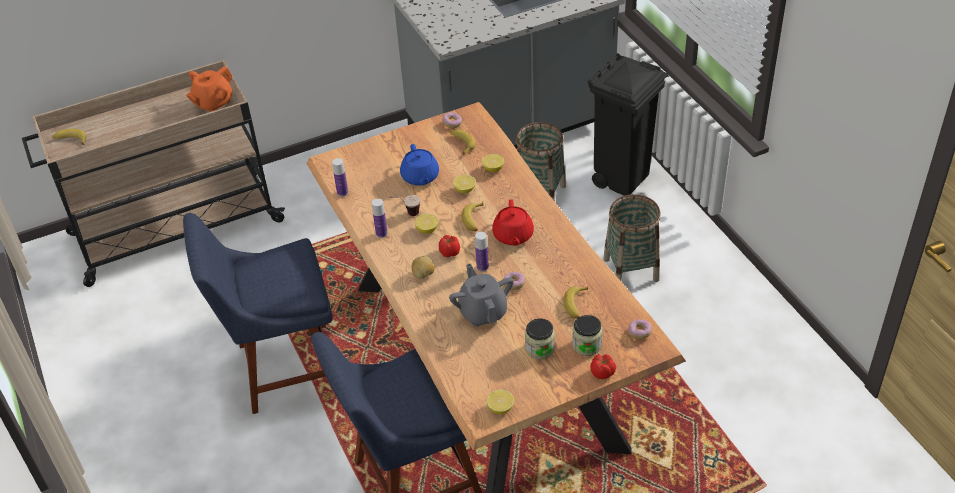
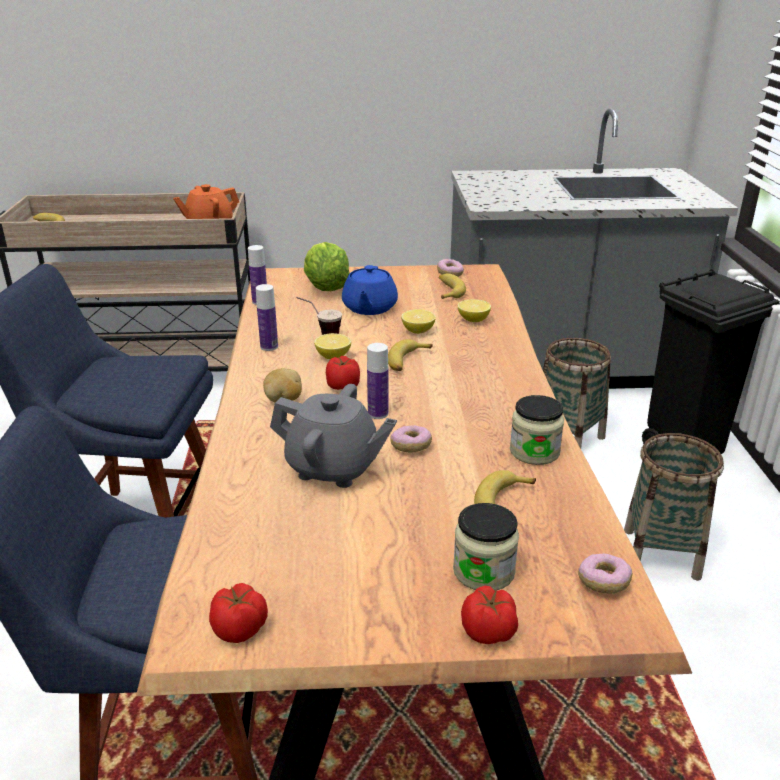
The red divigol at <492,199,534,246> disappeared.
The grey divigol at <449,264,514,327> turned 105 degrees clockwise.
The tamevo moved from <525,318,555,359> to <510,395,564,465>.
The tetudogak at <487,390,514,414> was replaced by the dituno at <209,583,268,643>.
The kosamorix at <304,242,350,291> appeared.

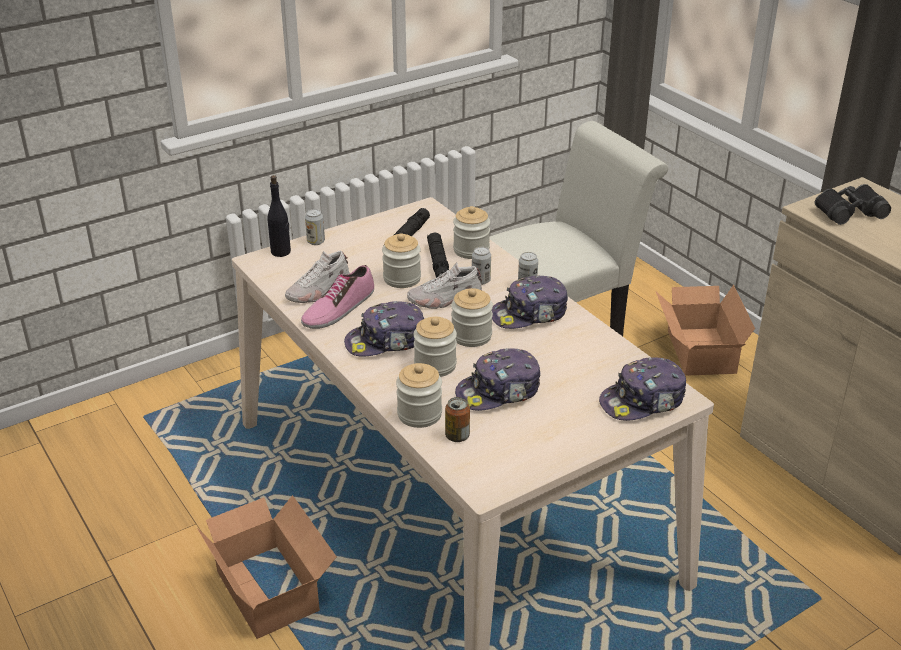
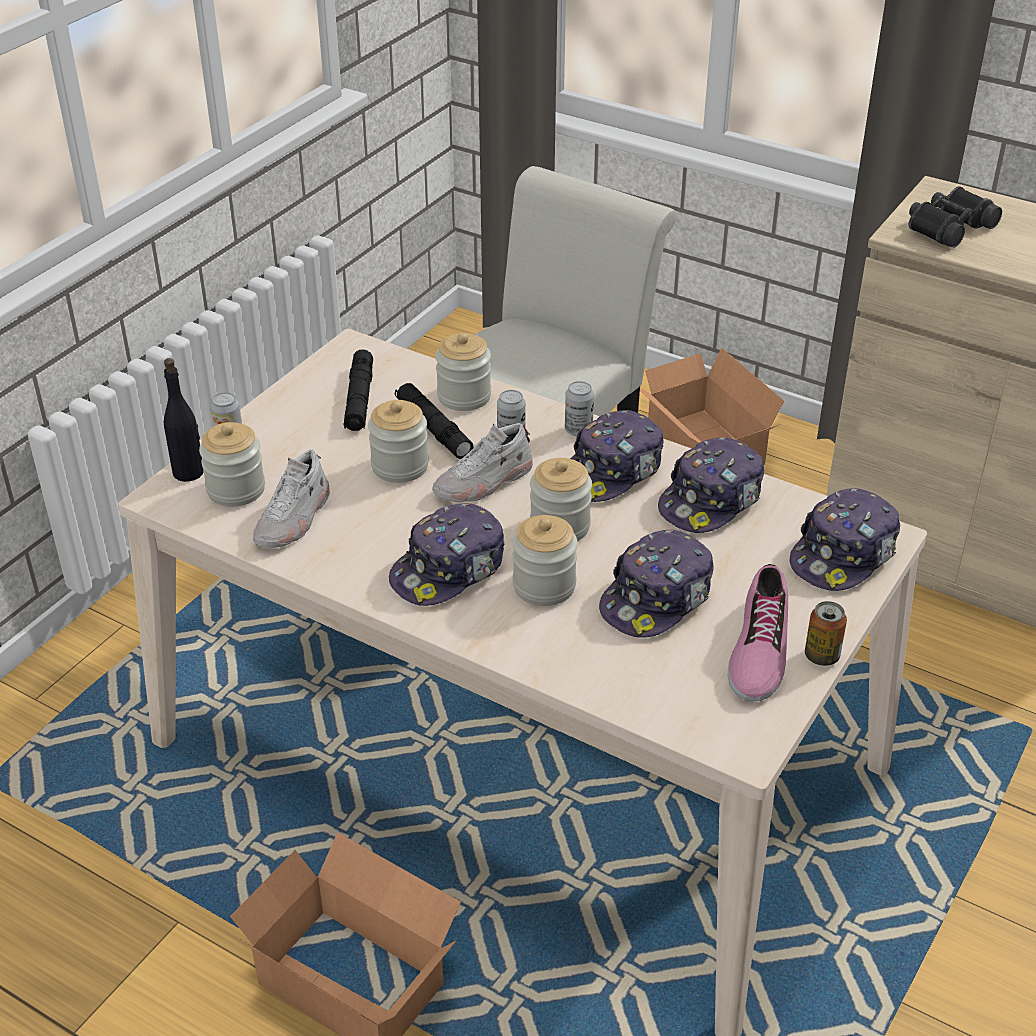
The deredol moved from <301,265,374,329> to <727,564,788,701>.
The tamevo moved from <396,363,442,428> to <199,422,265,507>.
The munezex moved from <445,397,470,442> to <805,601,847,666>.
The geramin at <658,437,764,533> appeared.

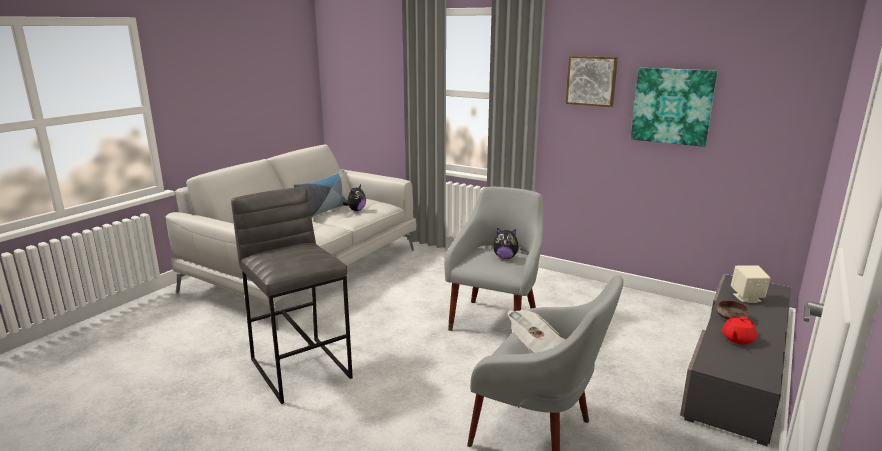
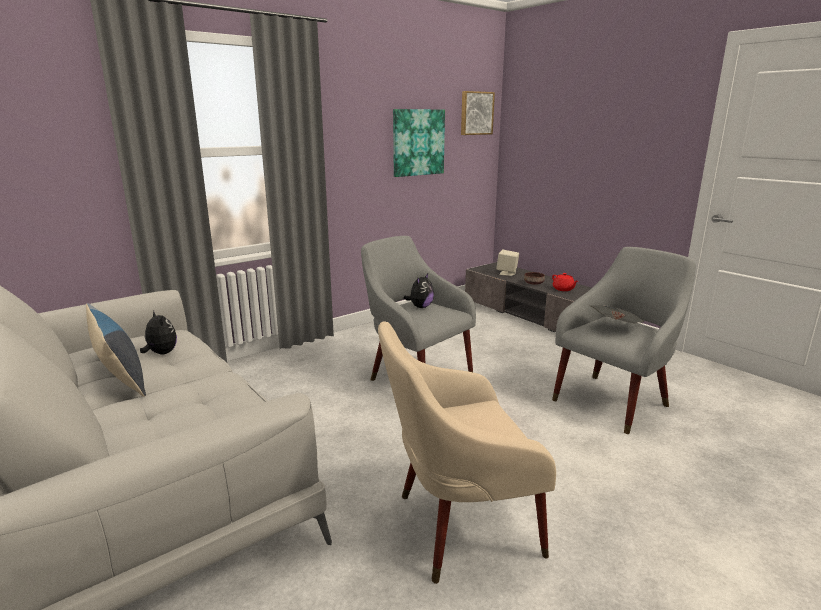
The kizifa moved from <566,56,618,107> to <461,91,495,135>.
The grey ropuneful at <231,187,353,404> was replaced by the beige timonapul at <378,321,556,584>.

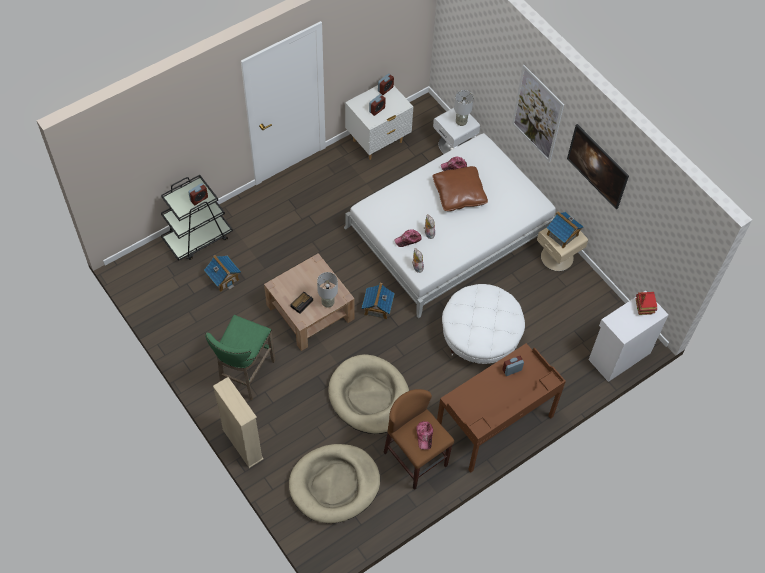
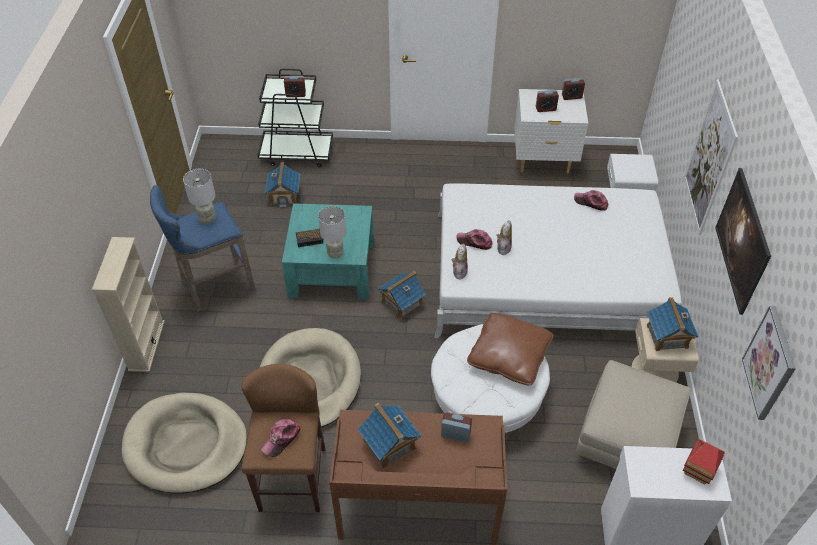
The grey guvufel moved from <454,90,474,126> to <183,169,216,224>.
The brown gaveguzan moved from <432,166,488,211> to <467,313,553,385>.
The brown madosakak at <264,253,355,351> became the turquoise madosakak at <282,203,374,300>.
The green ropuneful at <205,315,276,400> became the blue ropuneful at <150,185,256,312>.
The kizifa at <742,306,796,420> appeared.
The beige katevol at <576,360,691,469> appeared.
The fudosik at <358,403,421,469> appeared.

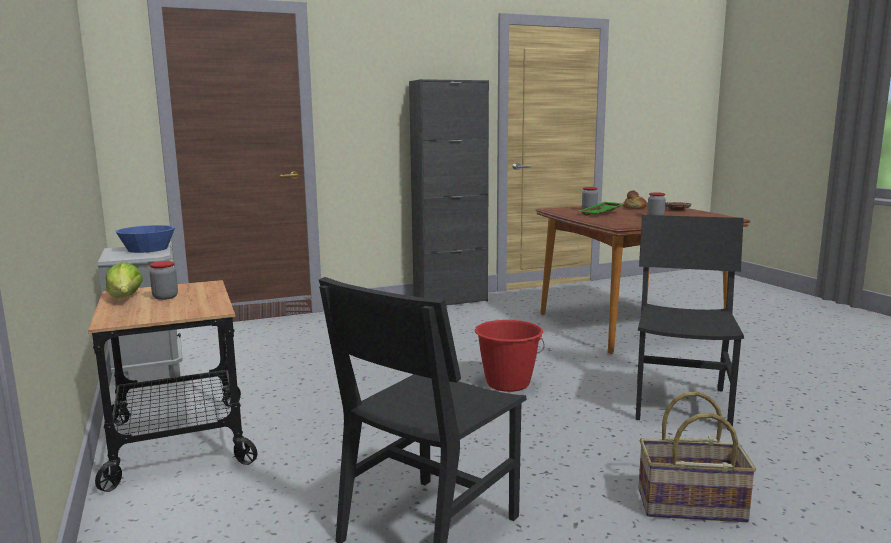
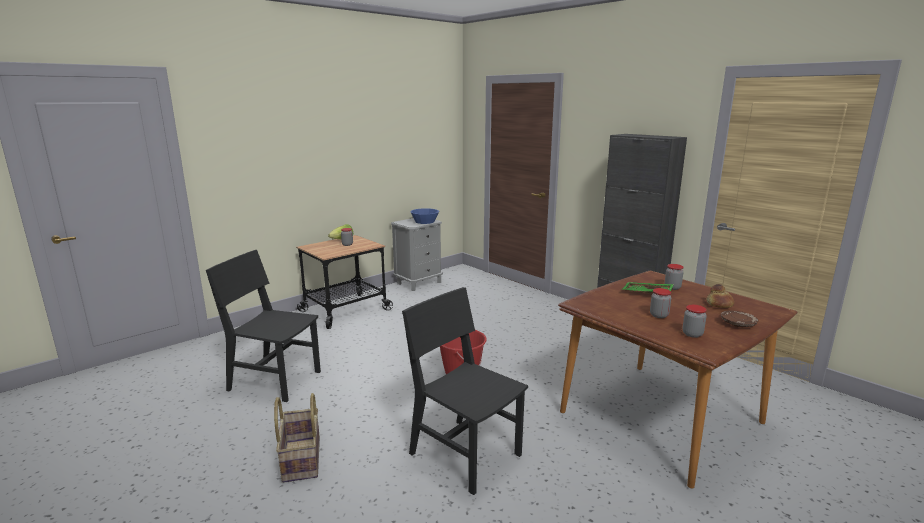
The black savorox at <636,215,744,430> turned 135 degrees counterclockwise.
The tamevo at <682,305,707,338> appeared.

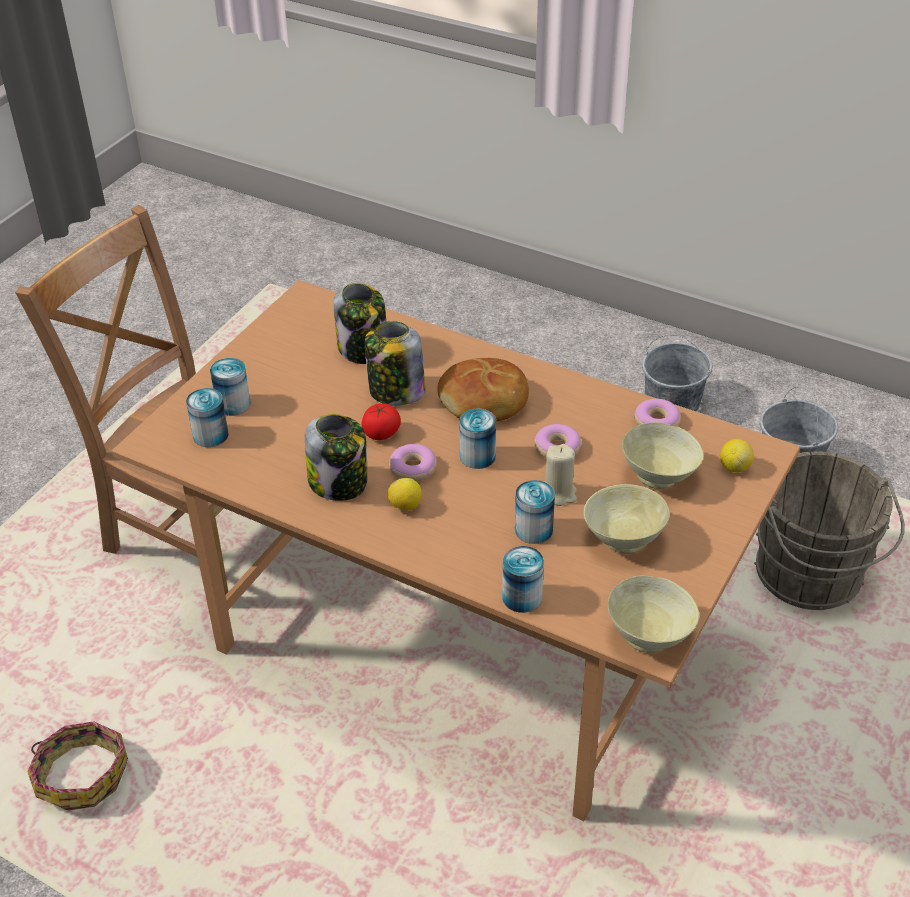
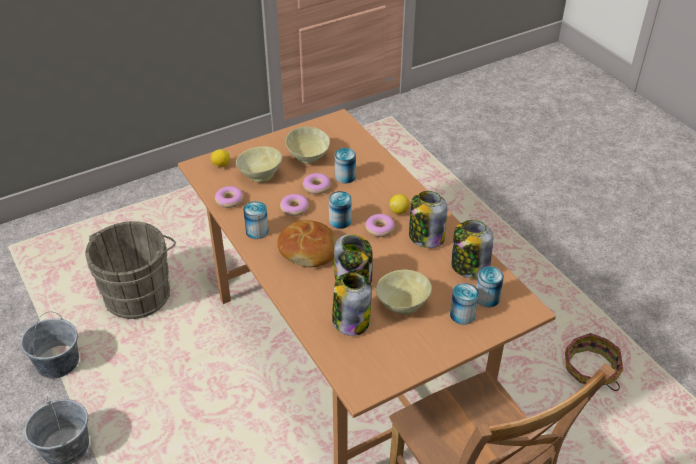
The dituno at <361,403,401,440> disappeared.
The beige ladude at <545,444,577,506> was replaced by the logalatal at <303,173,331,194>.
The munezex moved from <502,546,544,613> to <243,201,269,239>.
The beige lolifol moved from <607,575,699,653> to <376,270,432,315>.
The tamevo at <451,220,493,278> appeared.

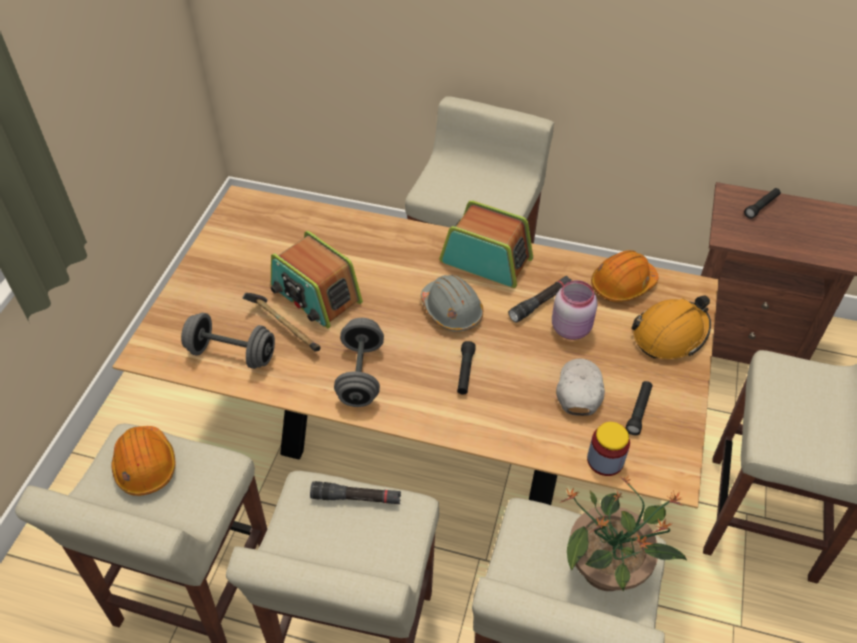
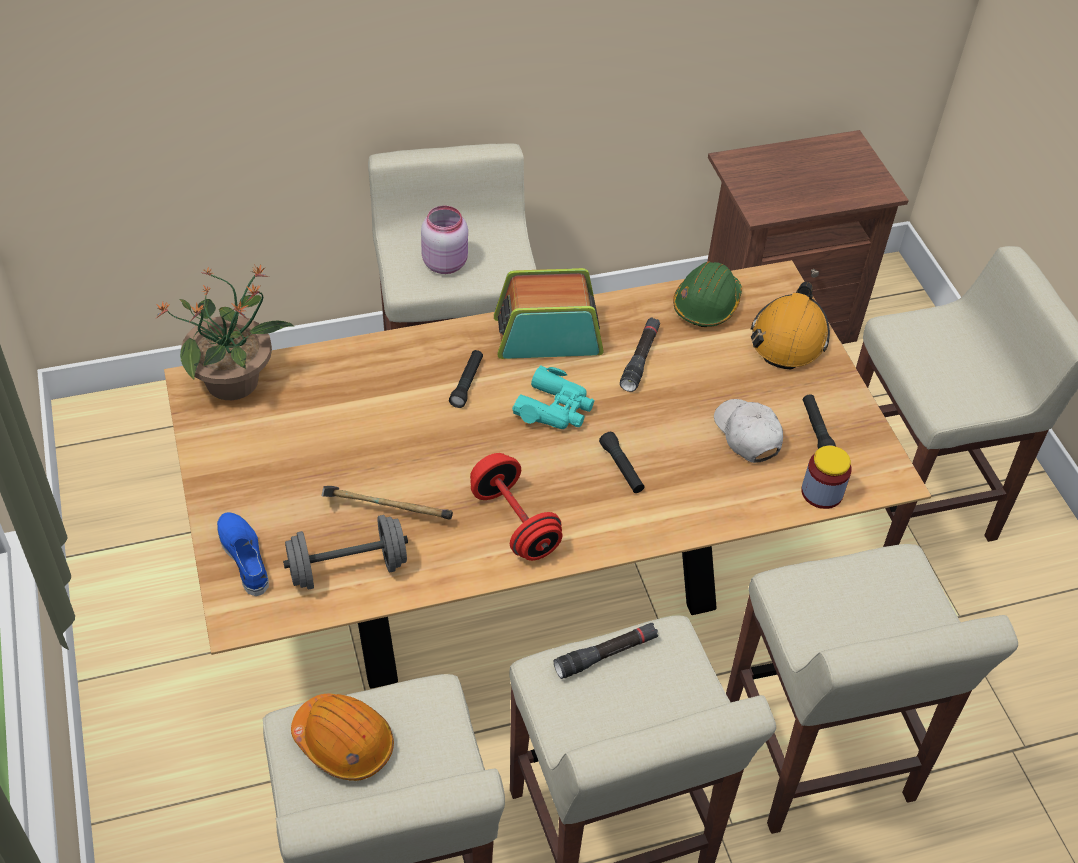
The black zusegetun moved from <744,188,781,219> to <449,350,483,408>.
The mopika at <271,231,363,328> disappeared.
The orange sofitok at <591,250,658,302> became the green sofitok at <673,262,742,327>.
The grey sofitok at <421,275,483,332> was replaced by the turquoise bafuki at <512,365,594,429>.
The pink tamevo moved from <552,280,598,340> to <421,206,468,274>.
The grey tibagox at <334,318,384,407> became the red tibagox at <470,453,562,561>.
The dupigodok moved from <560,476,687,591> to <155,263,295,400>.
The blue deredol at <217,512,269,596> appeared.

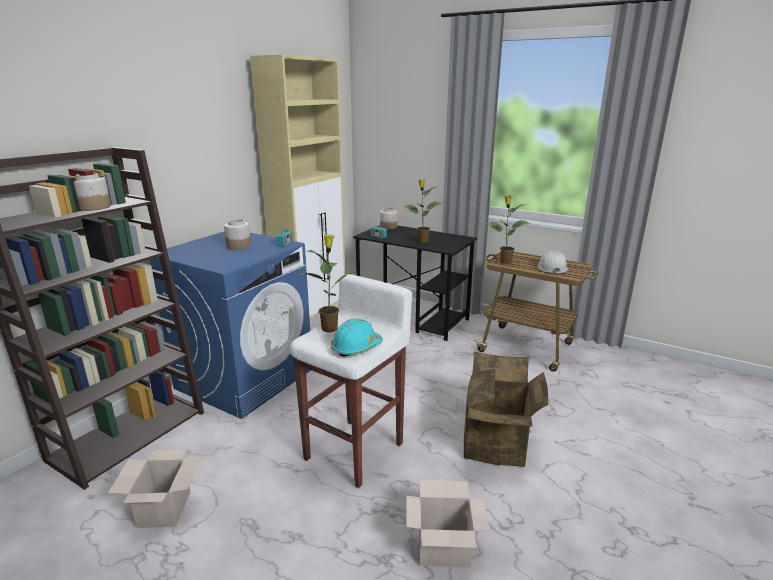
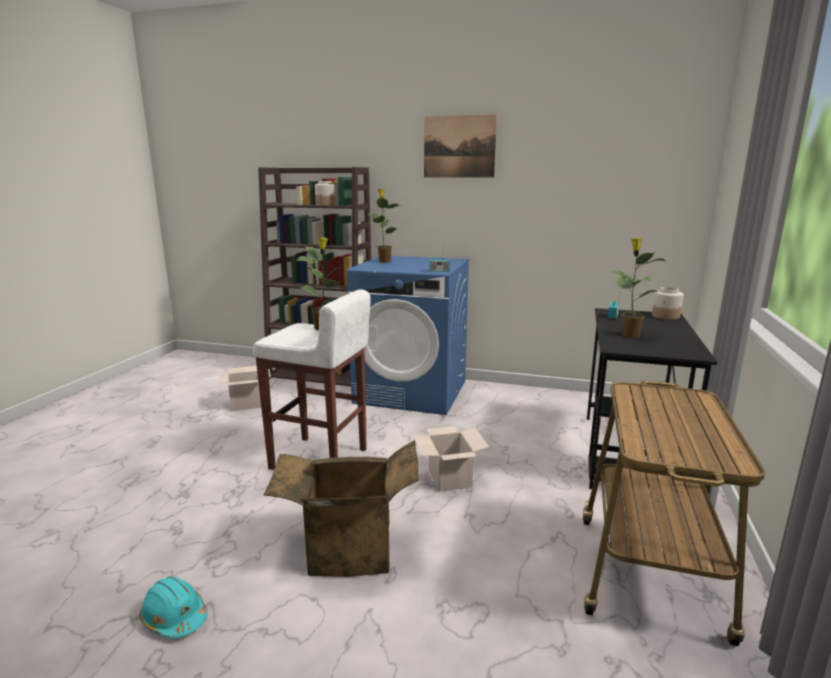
The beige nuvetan at <250,55,345,319> disappeared.
The dupigodok moved from <486,195,530,264> to <368,189,400,263>.
The tamevo at <224,219,251,250> disappeared.
The white sofitok at <538,250,568,275> disappeared.
The turquoise sofitok moved from <331,318,383,357> to <140,576,208,638>.
The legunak moved from <406,480,489,567> to <413,426,489,492>.
The kizifa at <424,114,497,178> appeared.

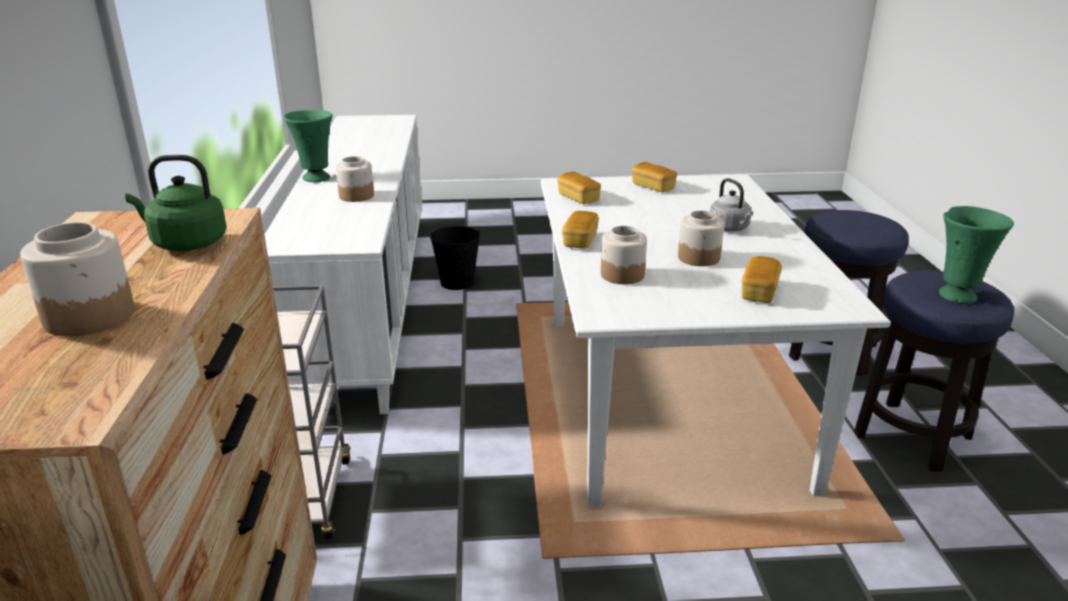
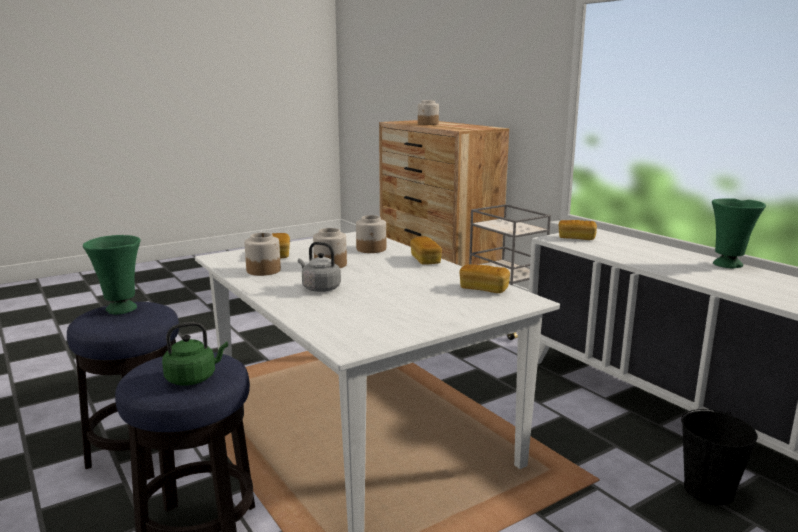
The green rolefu moved from <125,155,227,251> to <162,322,228,386>.
The tamevo moved from <336,156,374,202> to <244,233,281,276>.
The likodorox moved from <632,162,677,192> to <559,220,597,240>.

